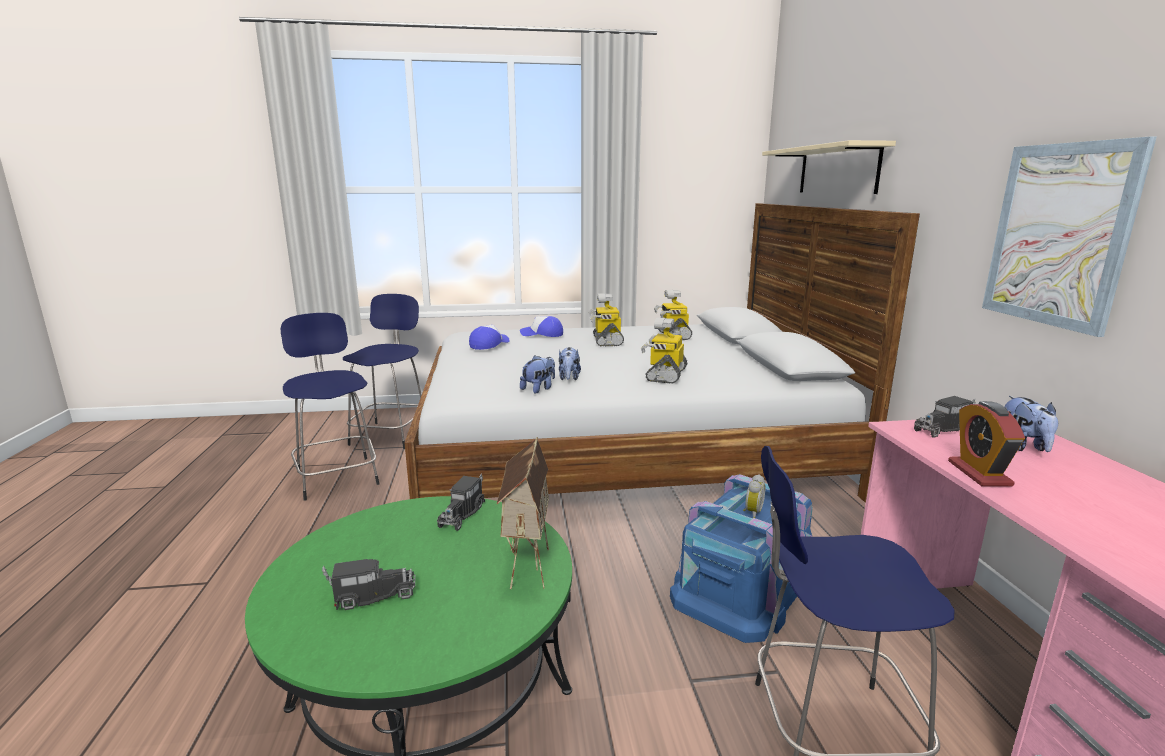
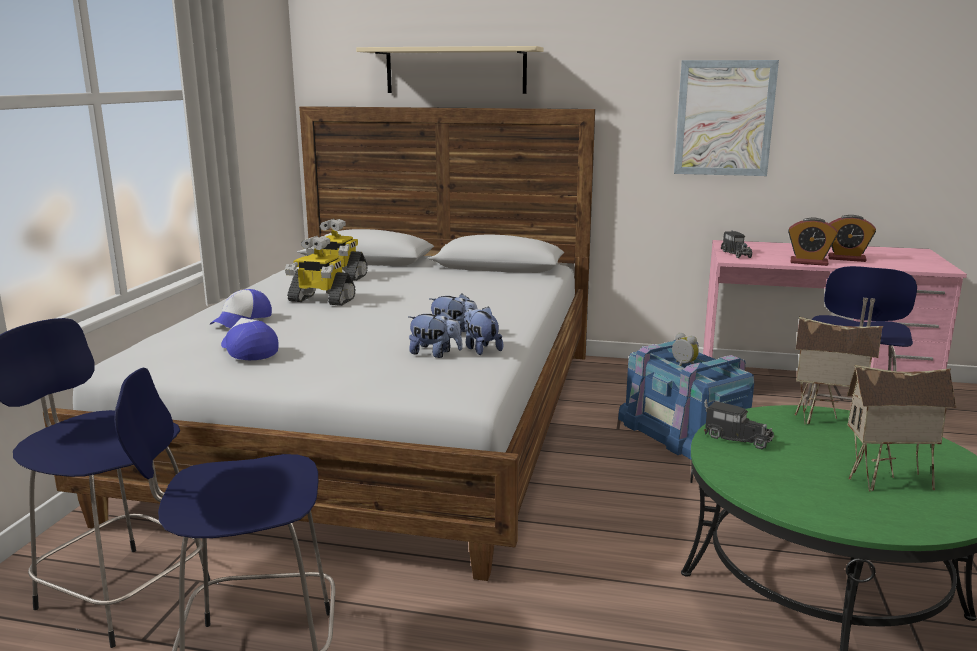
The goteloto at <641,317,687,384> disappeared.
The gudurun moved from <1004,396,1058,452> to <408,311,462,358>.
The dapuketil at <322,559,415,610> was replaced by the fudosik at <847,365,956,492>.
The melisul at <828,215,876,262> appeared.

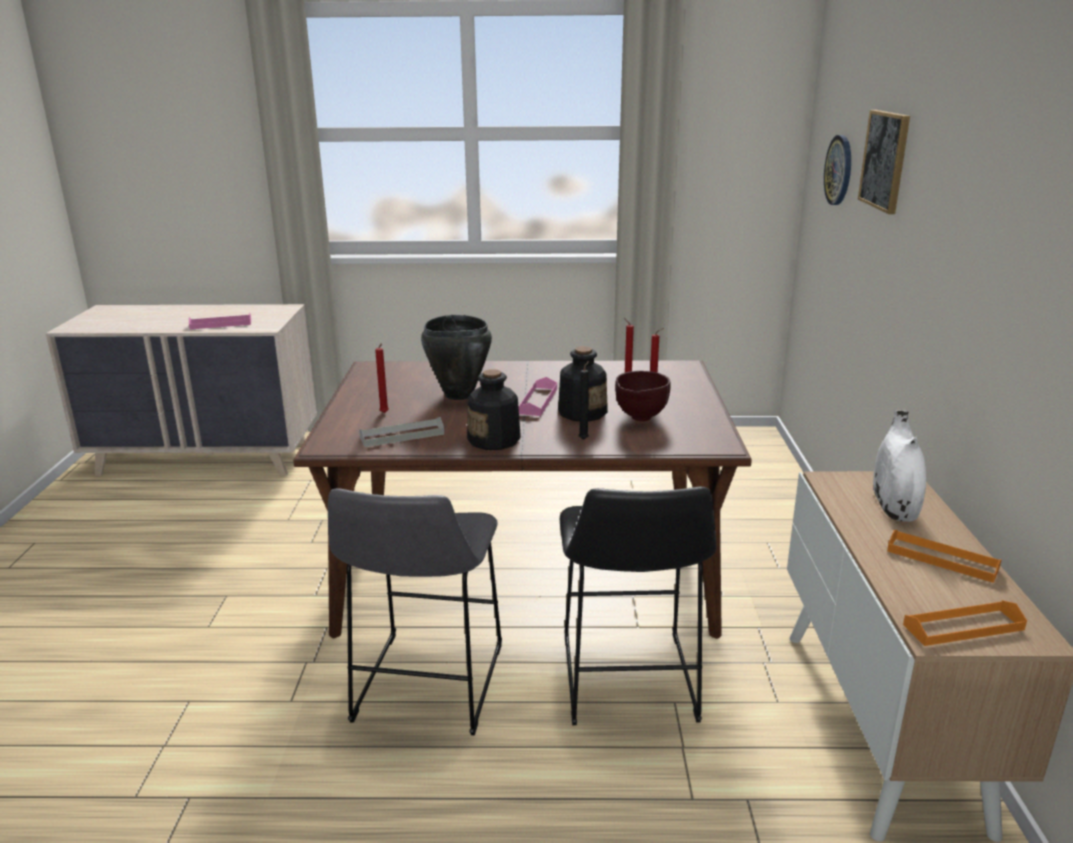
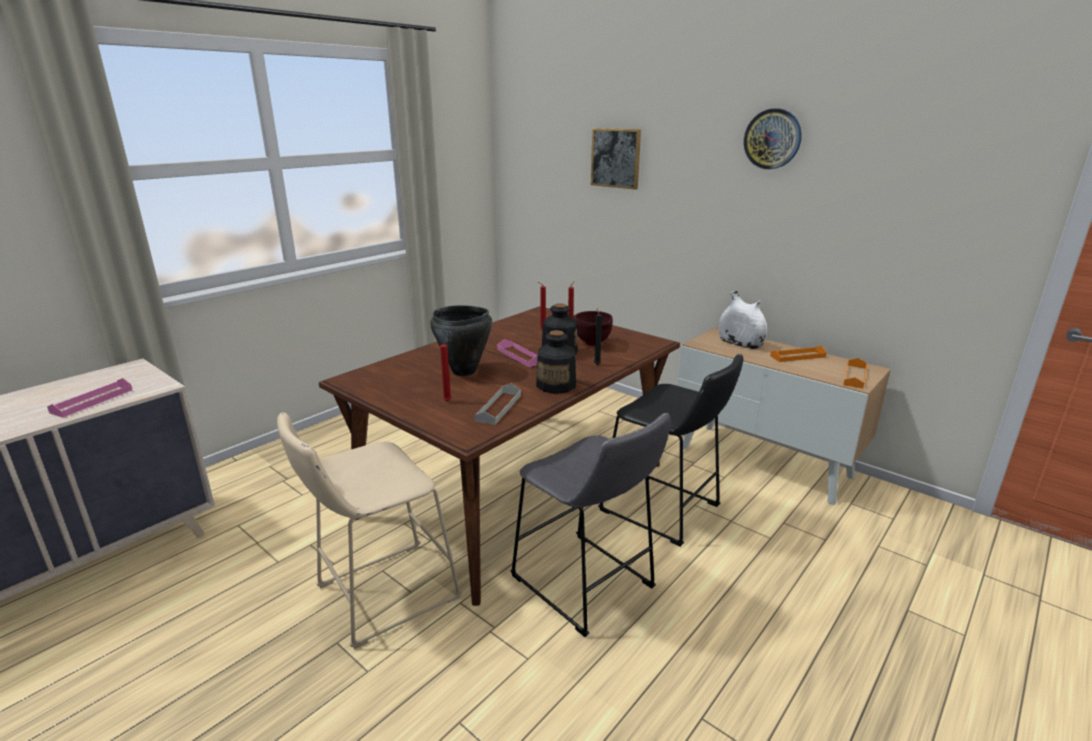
The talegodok moved from <824,135,851,205> to <744,108,802,169>.
The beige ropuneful at <277,412,462,649> appeared.

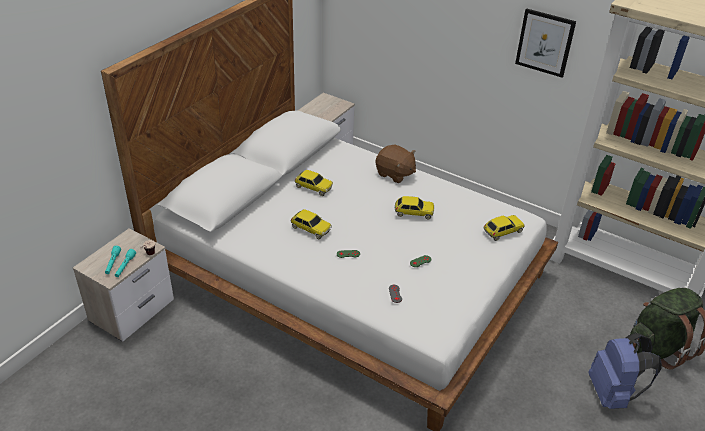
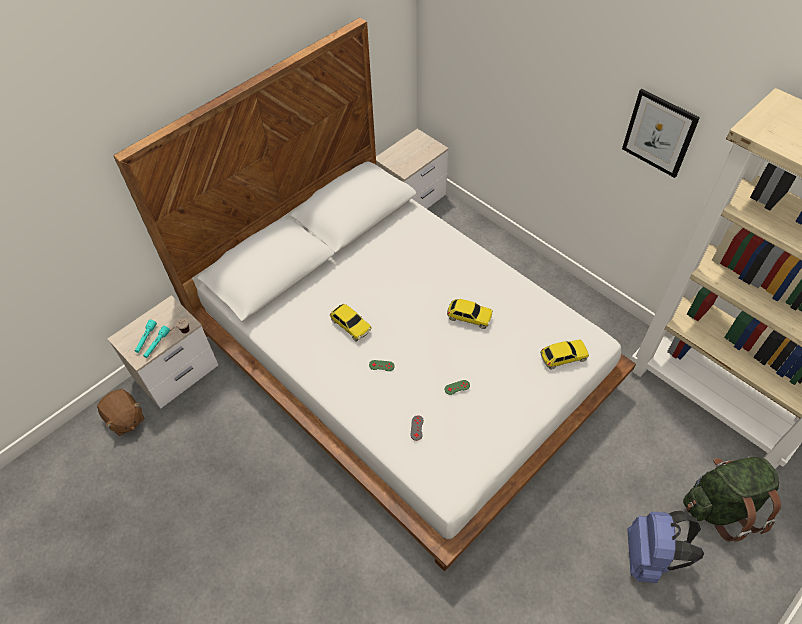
The brown gudurun moved from <376,144,416,183> to <97,389,145,436>.
The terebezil at <294,170,333,196> disappeared.

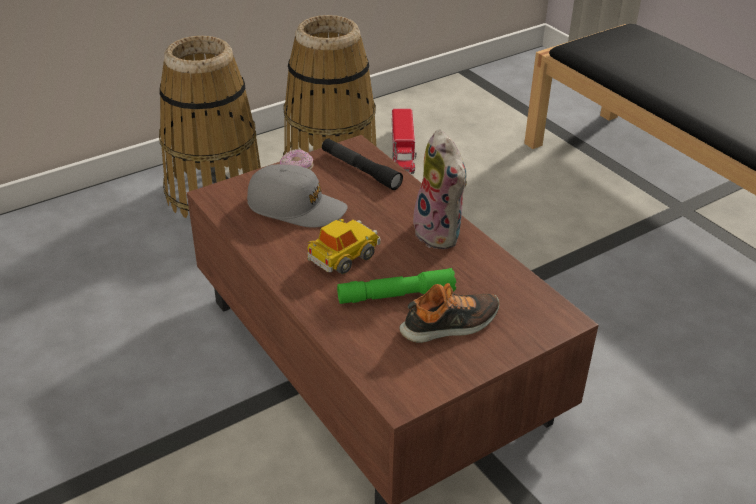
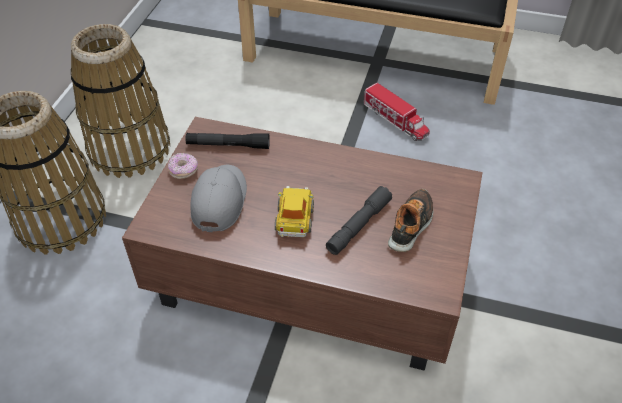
The dapuketil moved from <392,108,416,174> to <363,83,430,141>.
The gudurun at <413,130,467,249> disappeared.
The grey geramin at <247,164,348,228> turned 60 degrees counterclockwise.
The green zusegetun at <337,268,456,304> became the grey zusegetun at <326,186,393,255>.

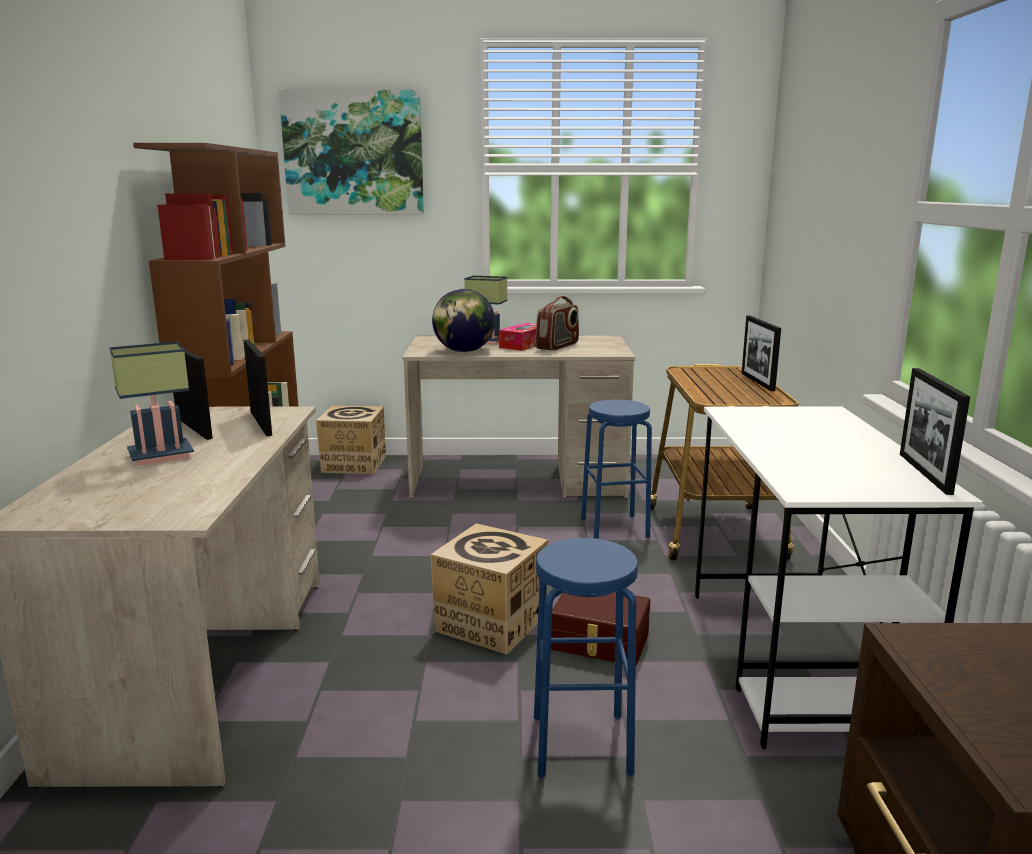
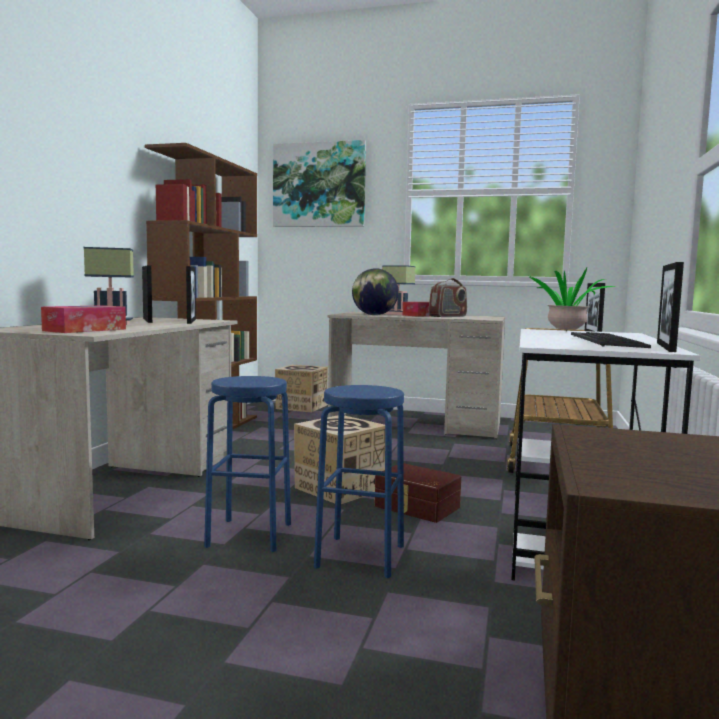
The blue ropuneful moved from <581,400,652,539> to <204,376,291,552>.
The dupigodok at <529,268,617,332> appeared.
The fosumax at <41,305,126,333> appeared.
The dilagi at <571,332,651,348> appeared.

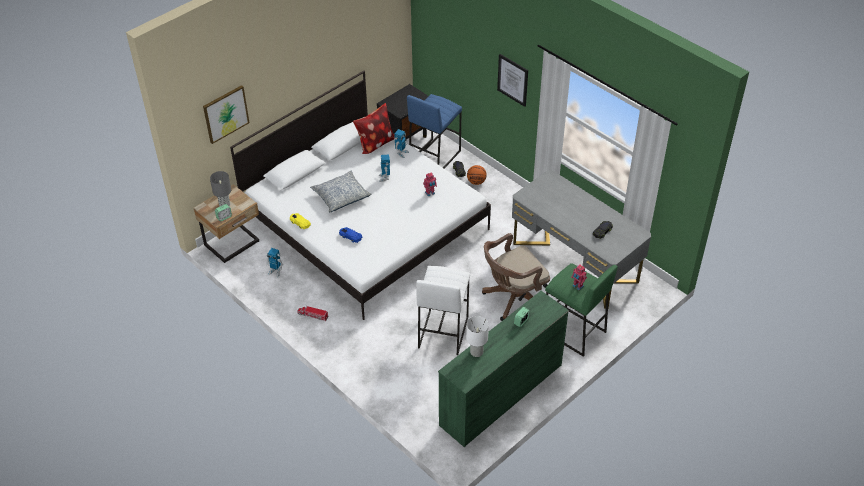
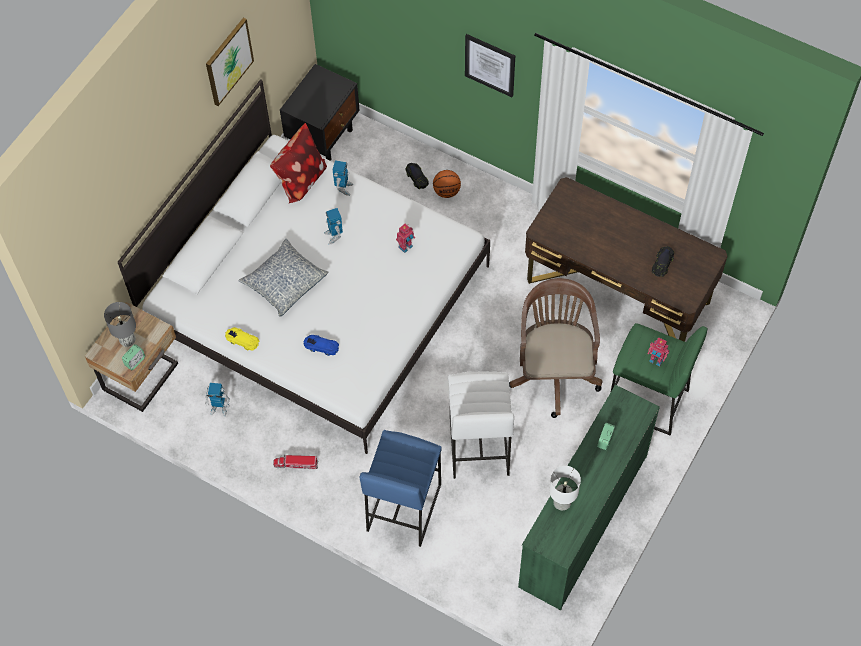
The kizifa moved from <203,85,249,144> to <206,18,254,106>.
The blue ropuneful moved from <407,94,462,168> to <360,430,441,547>.
The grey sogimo at <512,170,651,309> became the brown sogimo at <525,177,728,342>.
The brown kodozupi at <482,233,550,321> turned 135 degrees clockwise.

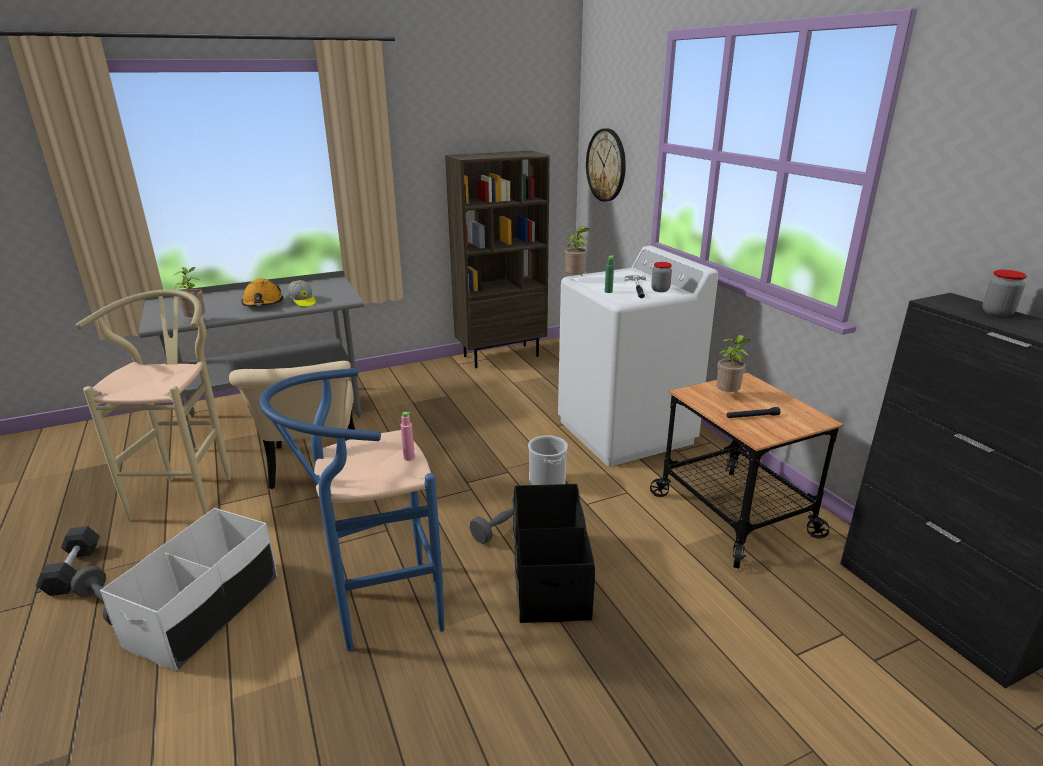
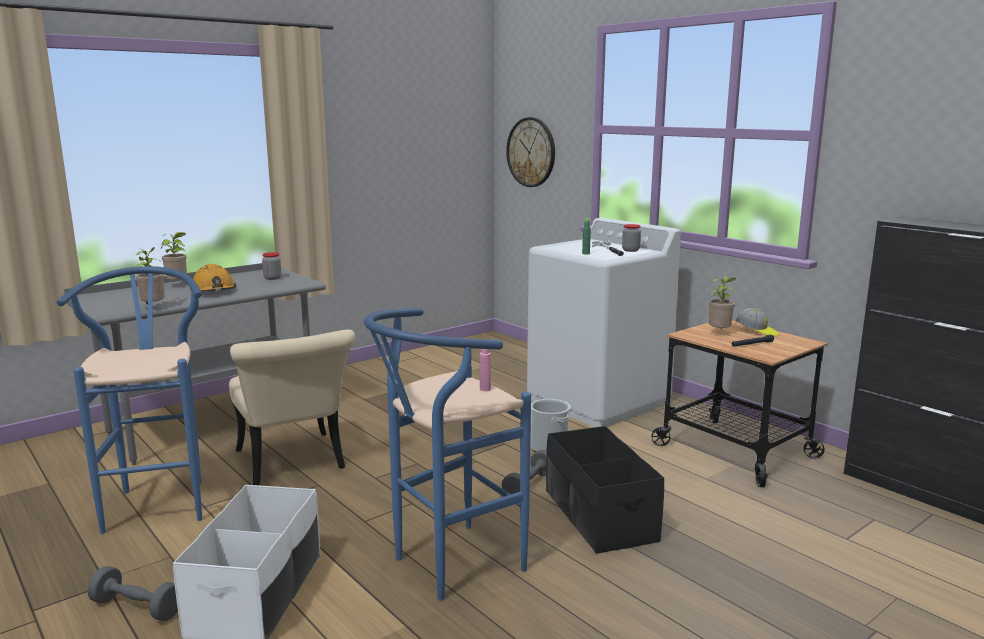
The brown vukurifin at <445,151,550,368> disappeared.
The dupigodok moved from <565,226,589,275> to <161,232,187,281>.
The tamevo moved from <982,270,1027,317> to <262,252,281,280>.
The geramin moved from <288,280,316,307> to <736,308,778,337>.
The beige ropuneful at <76,289,231,521> became the blue ropuneful at <57,266,202,534>.
The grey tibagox at <36,526,100,596> disappeared.

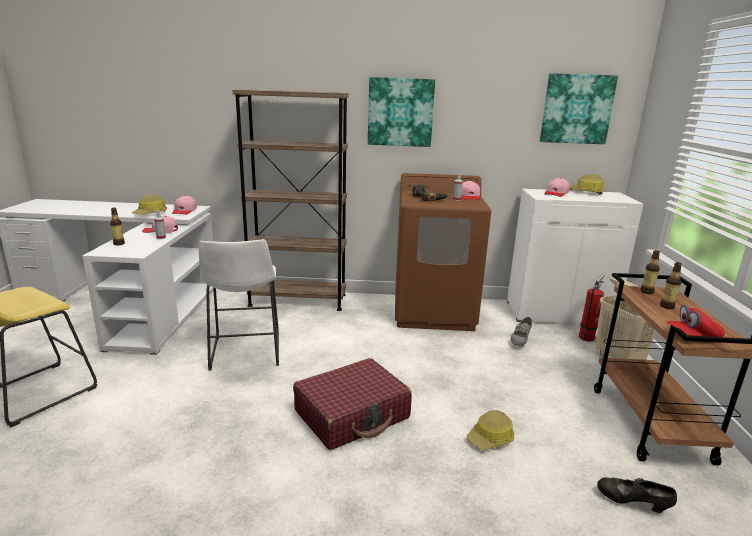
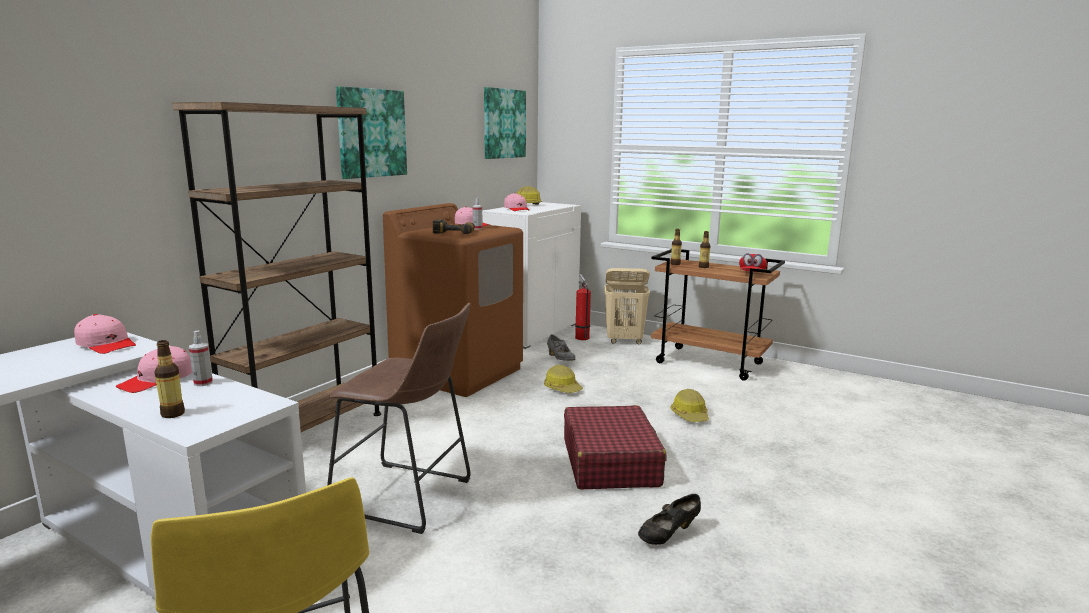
The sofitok moved from <132,194,167,215> to <544,365,583,393>.
The white ropuneful at <199,239,279,370> became the brown ropuneful at <327,303,471,534>.
The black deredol moved from <597,477,677,513> to <638,494,701,545>.

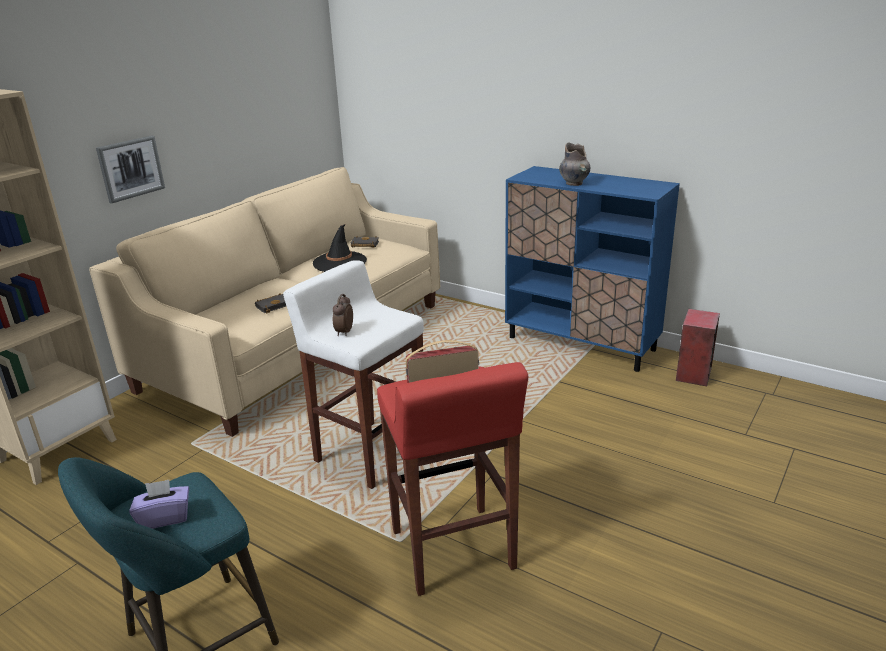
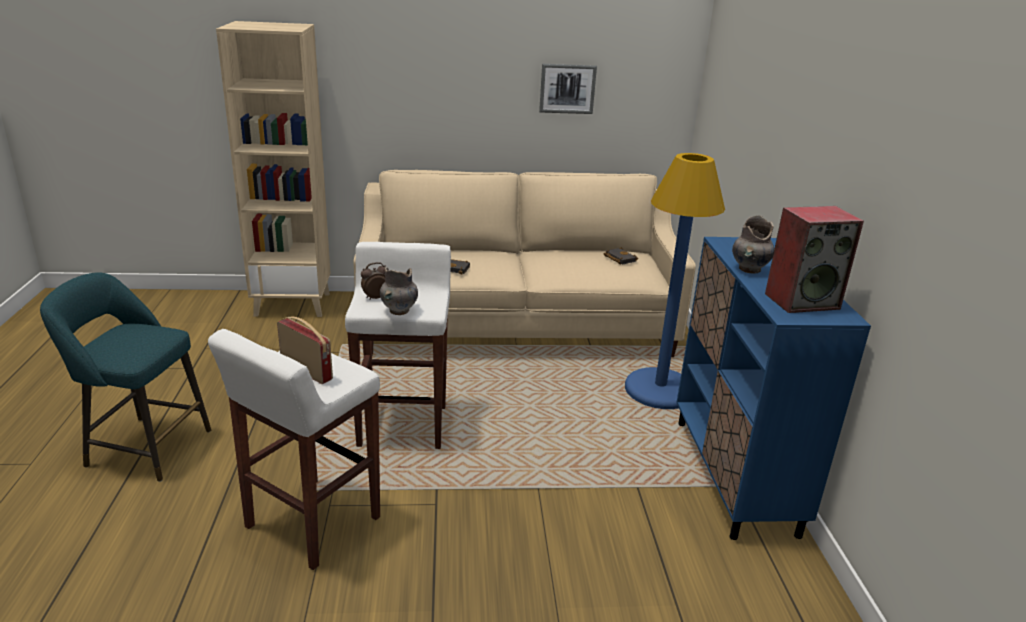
The kizifa moved from <96,136,165,203> to <539,64,597,114>.
The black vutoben at <313,224,367,272> disappeared.
The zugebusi moved from <676,309,720,386> to <765,206,864,313>.
The red ropuneful at <377,362,528,596> became the white ropuneful at <208,329,380,570>.
The purple fosumax at <129,480,189,529> disappeared.
The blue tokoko at <625,153,725,409> appeared.
The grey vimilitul at <380,267,418,315> appeared.

